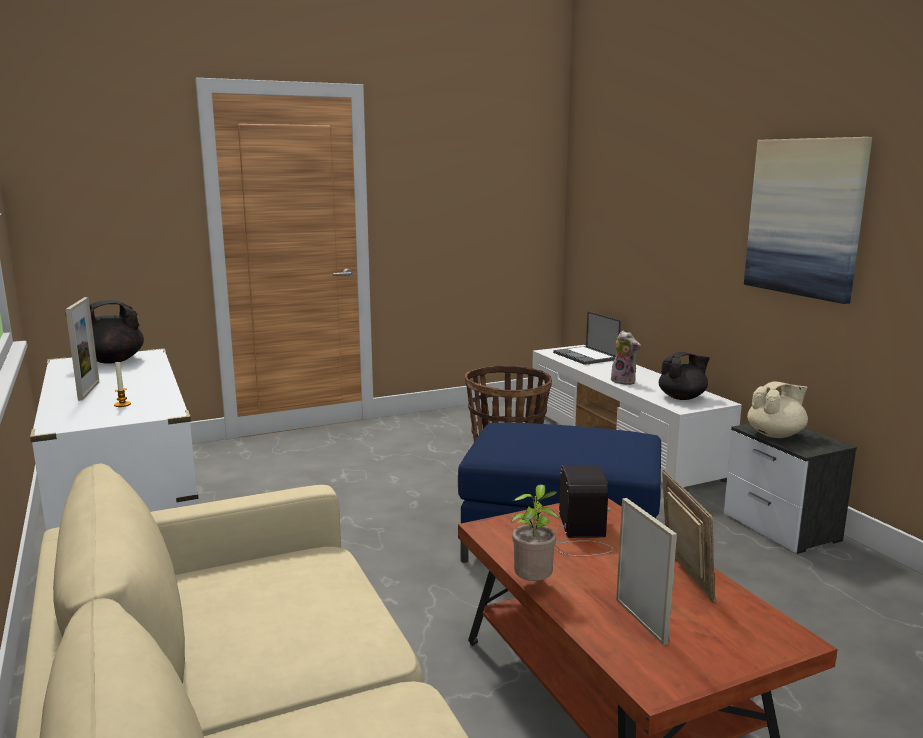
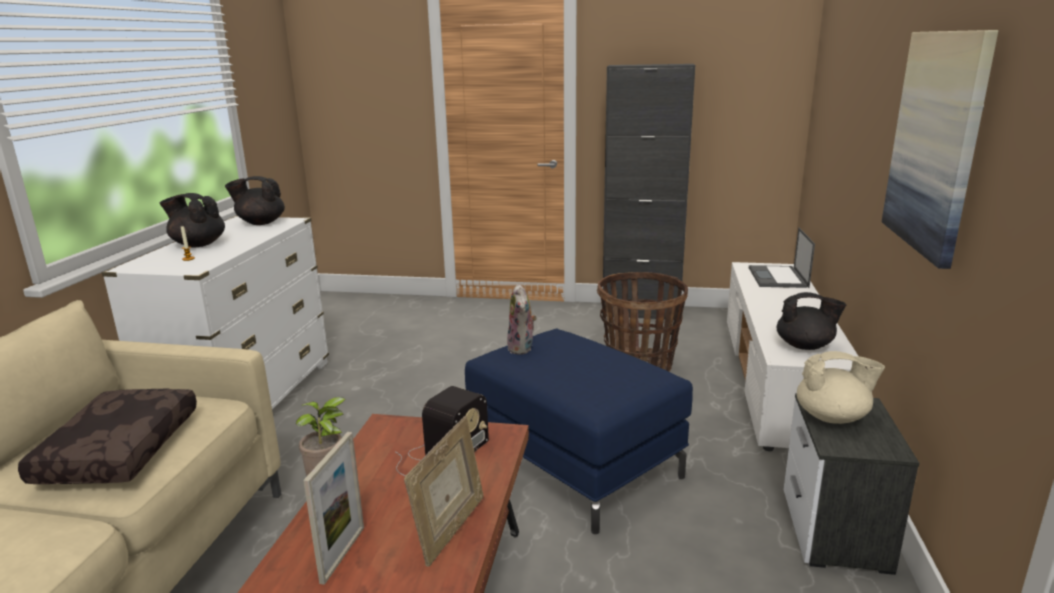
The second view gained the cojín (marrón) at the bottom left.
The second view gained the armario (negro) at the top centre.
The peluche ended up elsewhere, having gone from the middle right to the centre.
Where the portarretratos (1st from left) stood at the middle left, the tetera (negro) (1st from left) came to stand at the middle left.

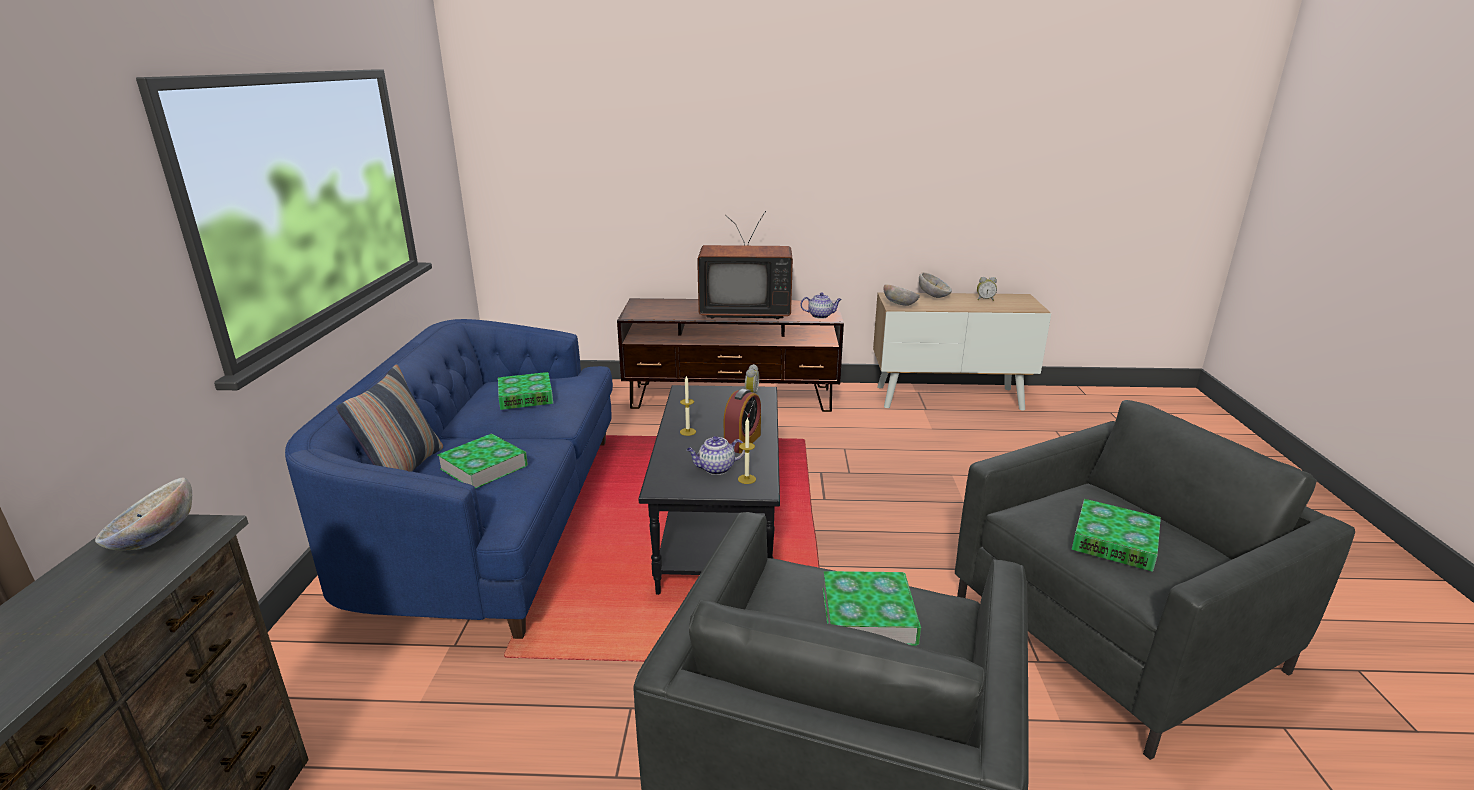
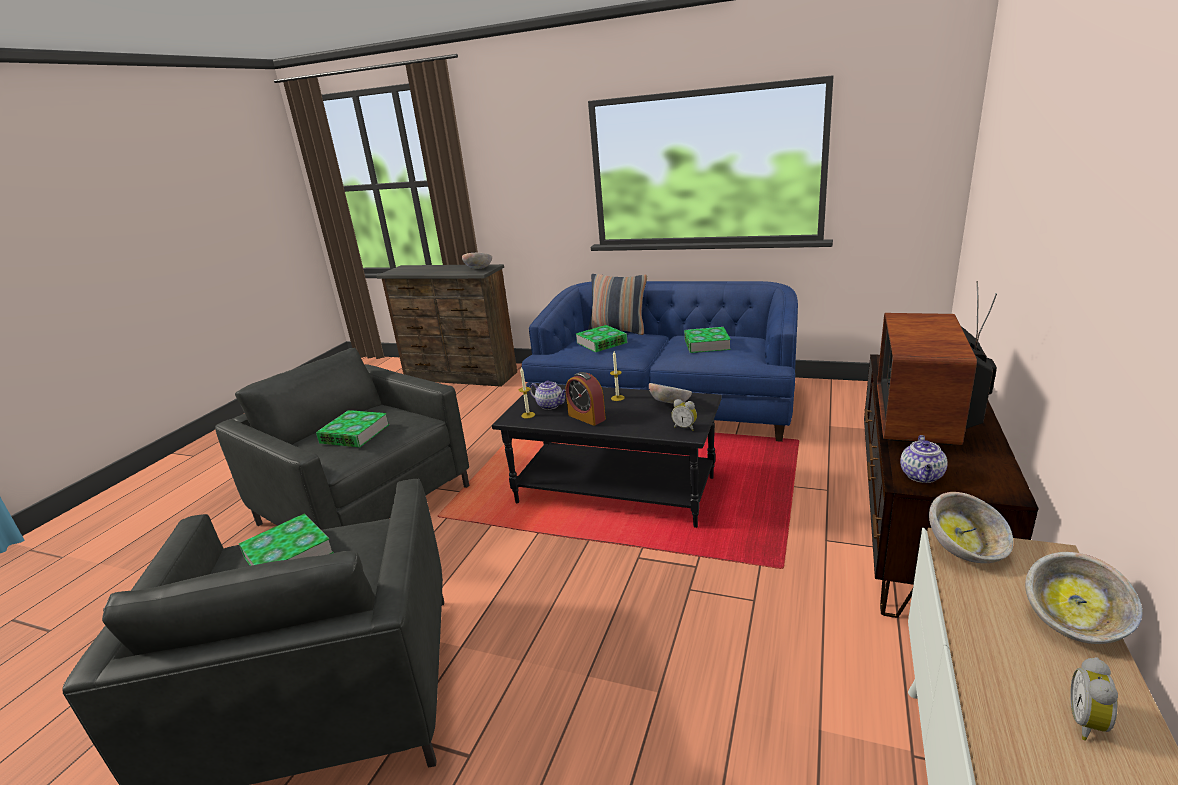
The second view gained the cuenco (2nd from left) at the centre.
The tetera (1st from left) at the centre ended up facing another way, 120 degrees clockwise from before.

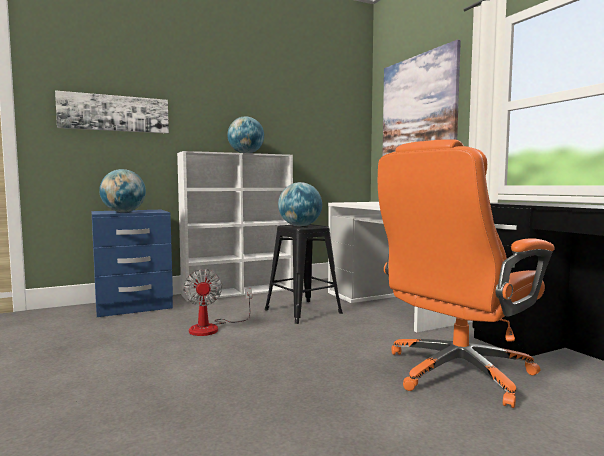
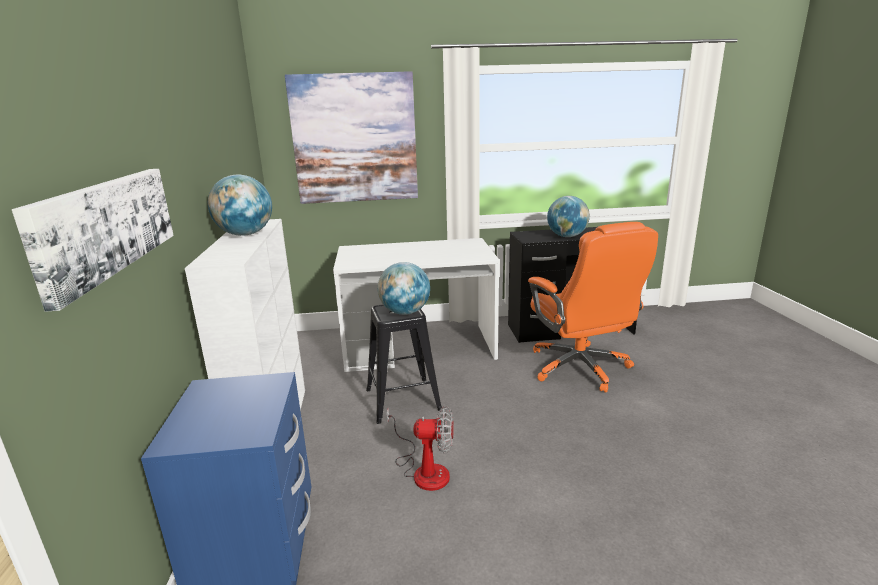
The globo terráqueo (1st from left in the first image) ended up elsewhere, having gone from the middle left to the centre.

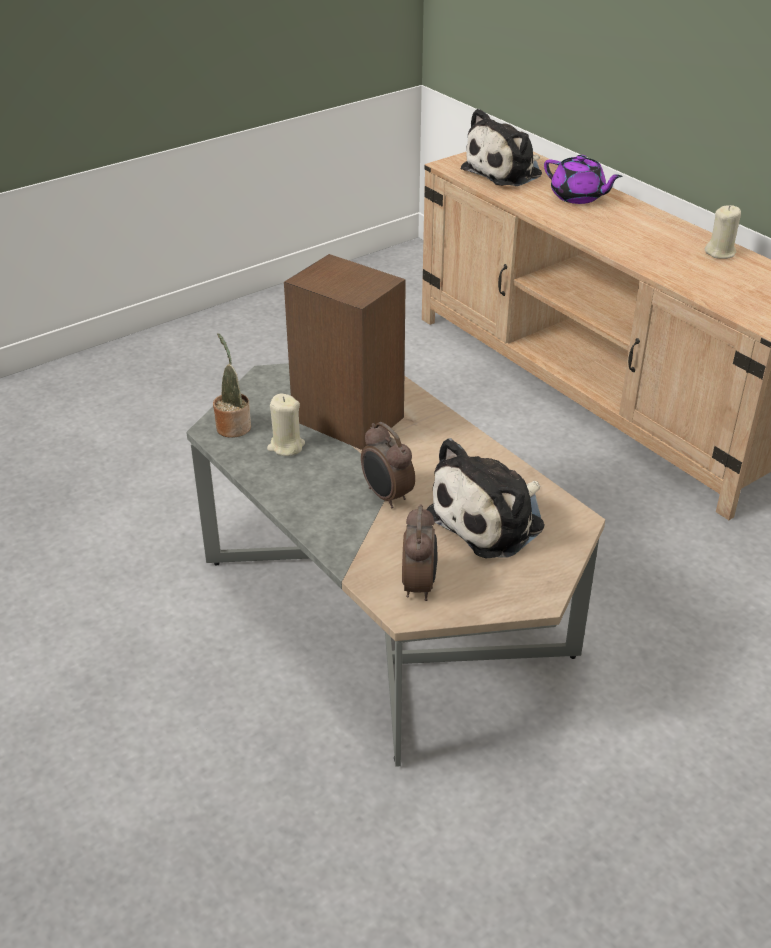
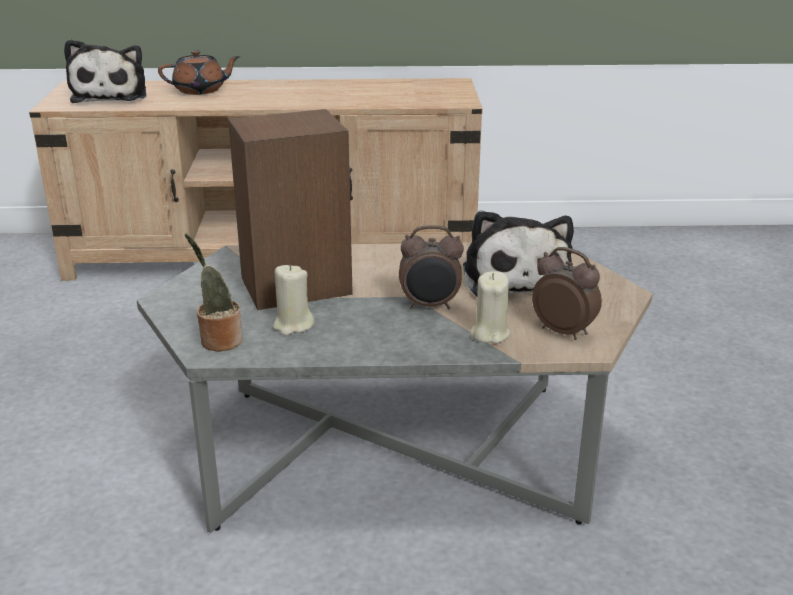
The vela (beis) (2nd from left) ended up elsewhere, having gone from the top right to the centre.
What was the tetera (morado) at the top right turned into the tetera (marrón) at the top left.

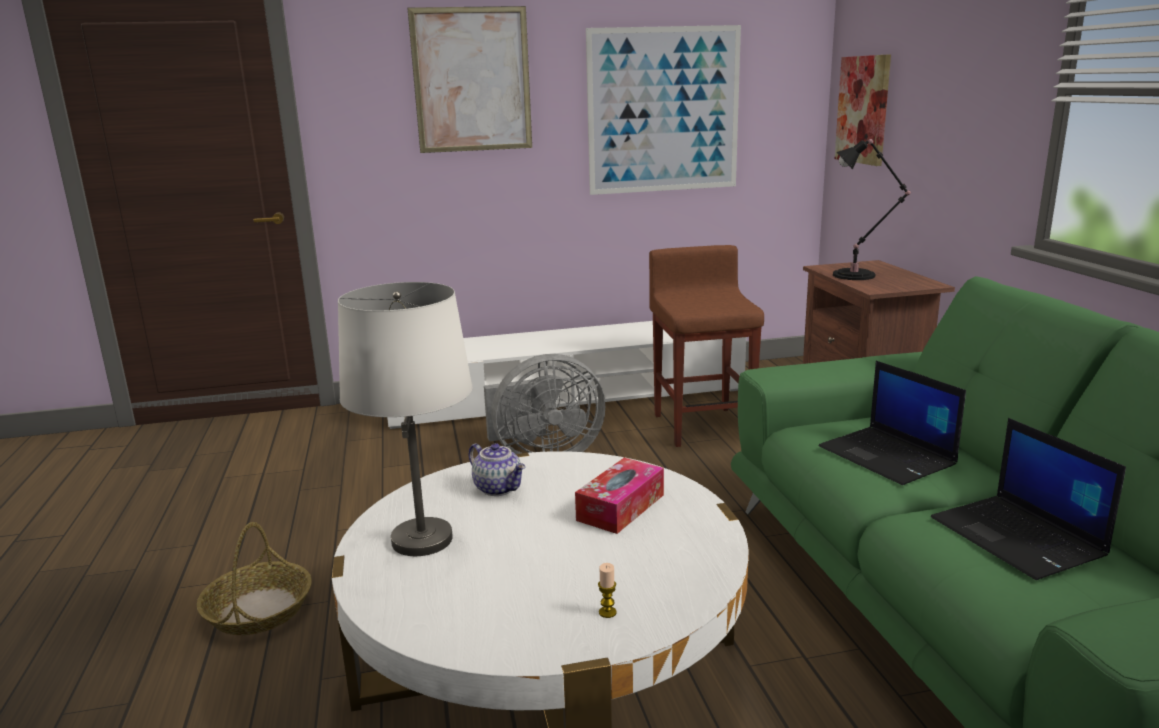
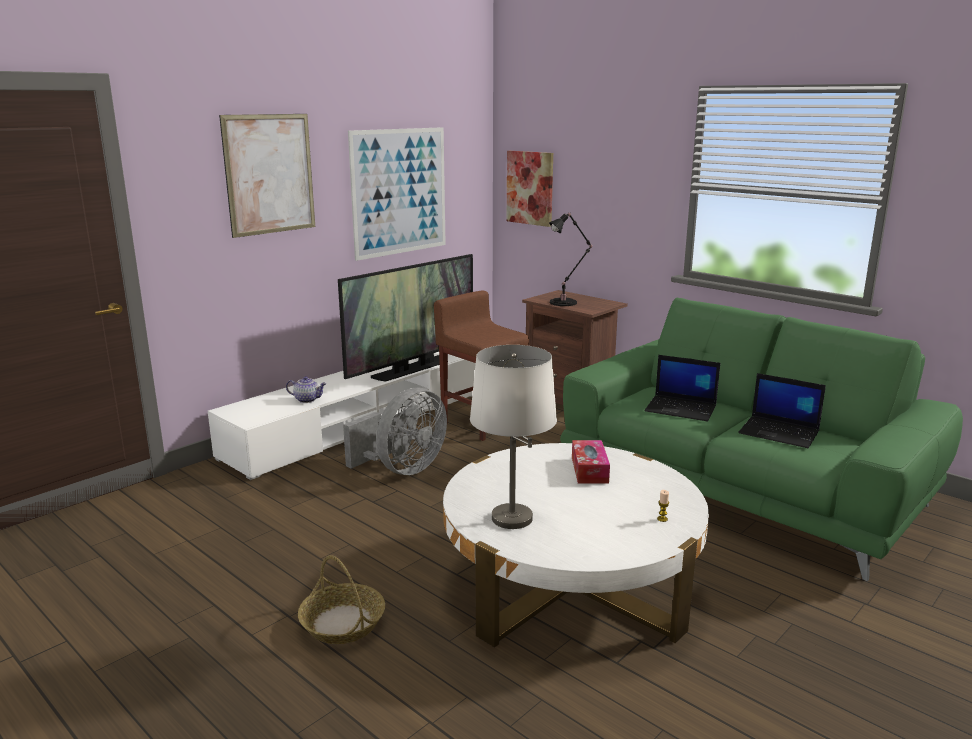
The second view gained the televisor at the centre.
The tetera ended up elsewhere, having gone from the centre to the middle left.

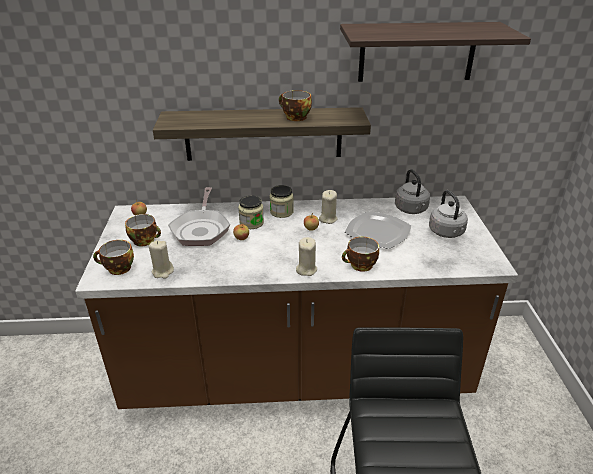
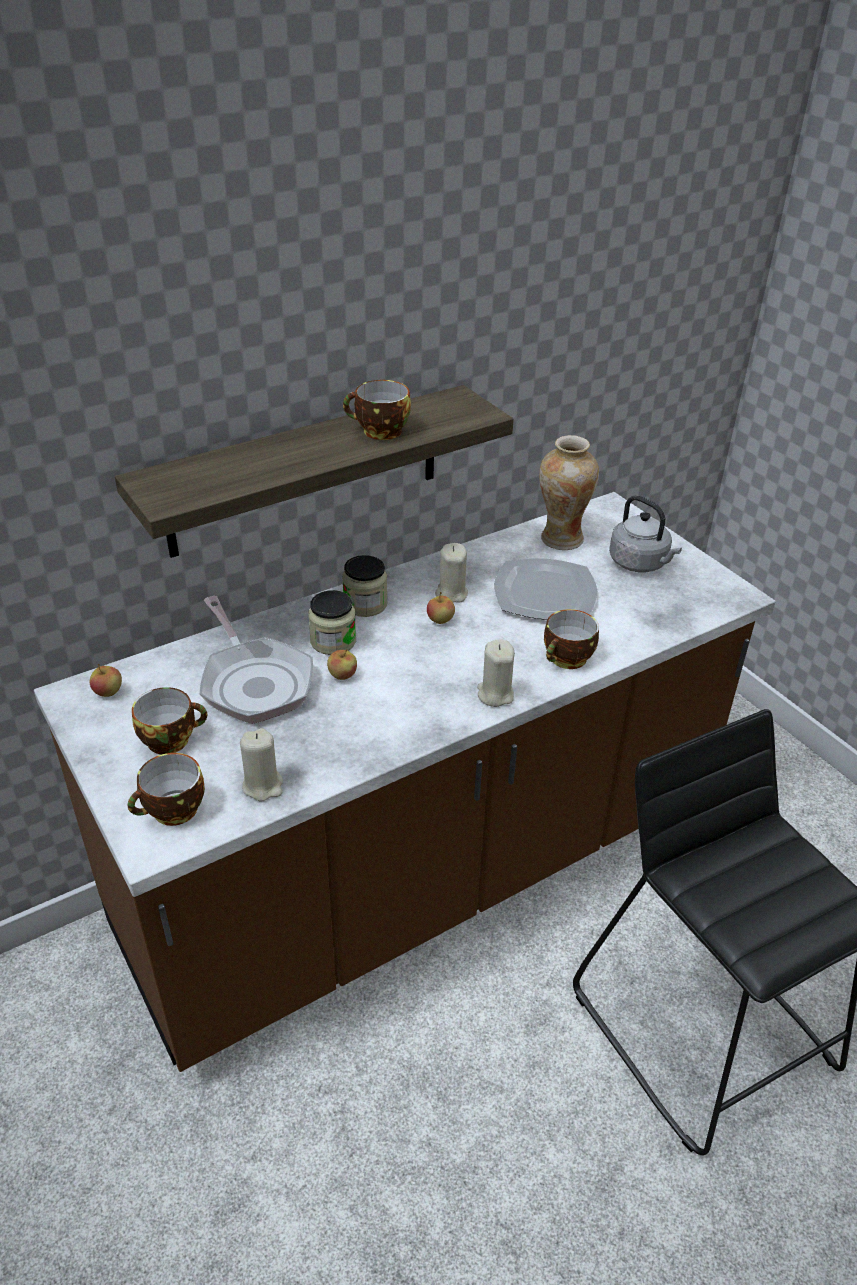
The second view lost the estante (2nd from left) at the top right.
Where the hervidor (gris) (1st from left) stood at the middle right, the florero came to stand at the centre.

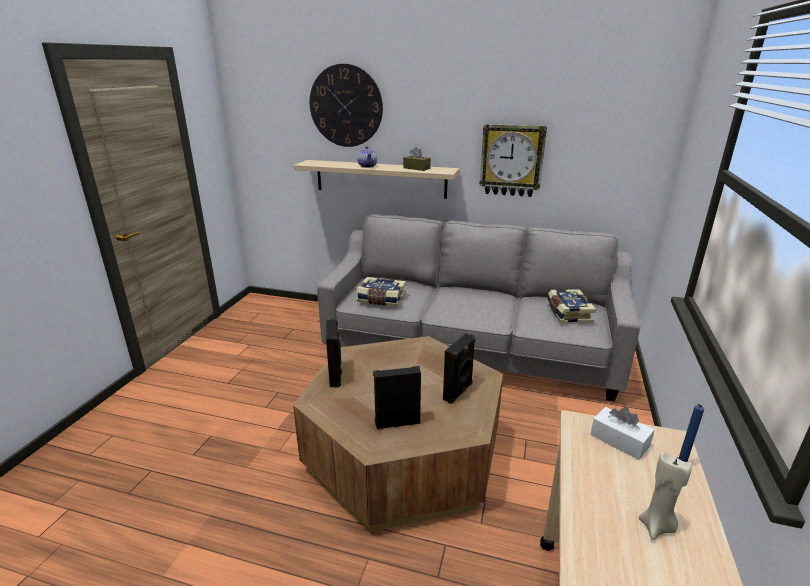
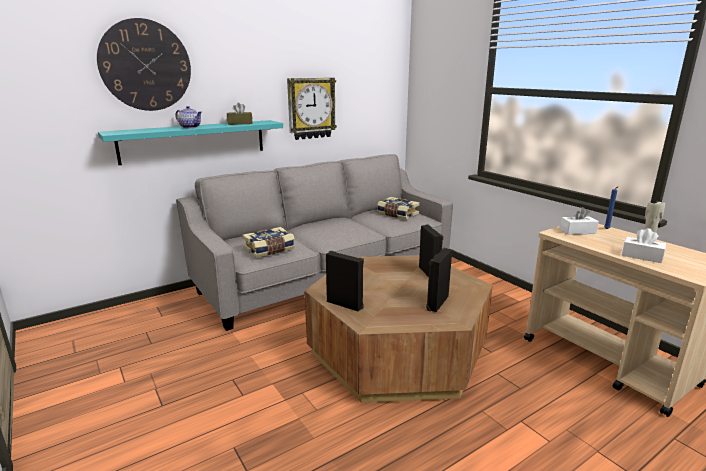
The second view gained the caja de pañuelos (blanco) (2nd from left) at the middle right.
What was the estante (beis) at the top centre turned into the estante (turquesa) at the top left.

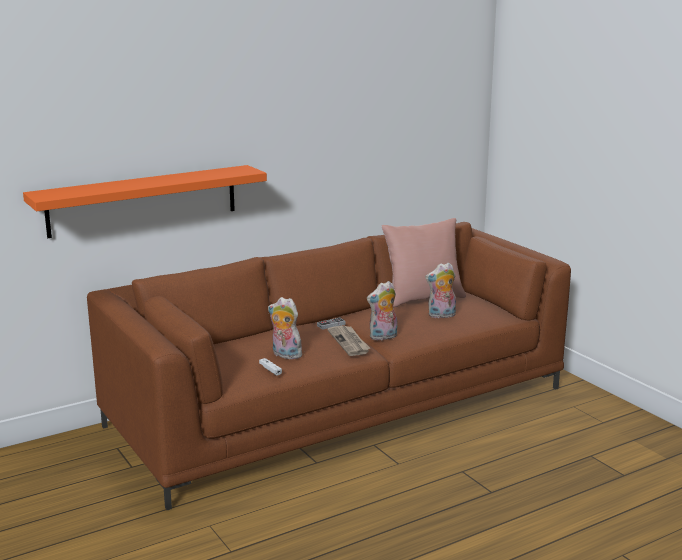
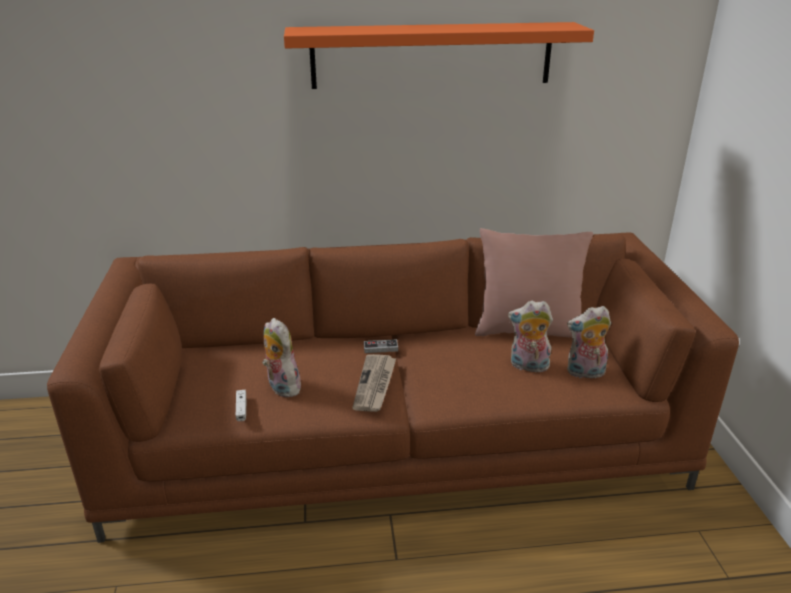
The estante (naranja) ended up elsewhere, having gone from the middle left to the top centre.
The peluche (2nd from left in the first image) ended up elsewhere, having gone from the centre to the middle right.

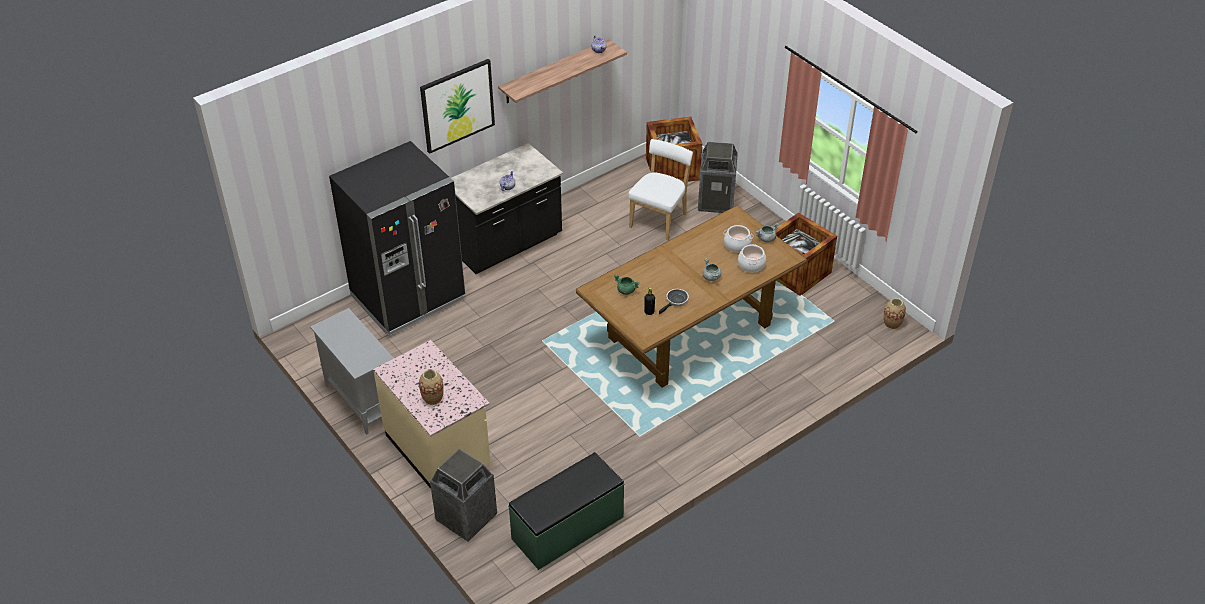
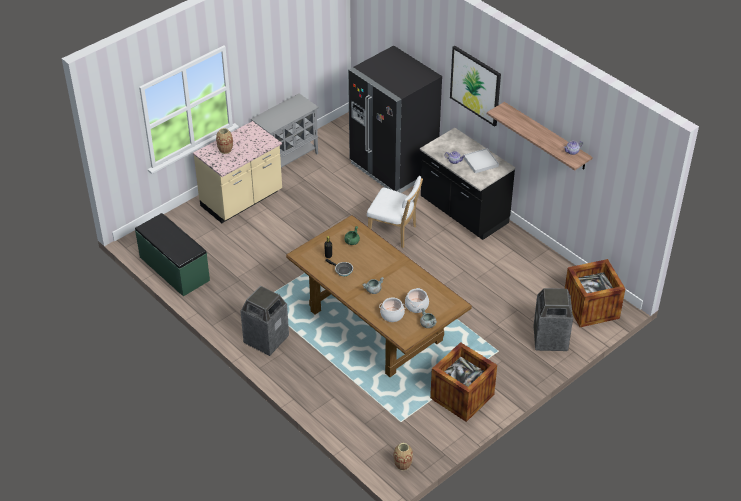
The second view gained the bandeja (blanco) at the top centre.
The papelera (1st from left) ended up elsewhere, having gone from the bottom centre to the centre.
The silla (blanco) ended up elsewhere, having gone from the top centre to the centre.

